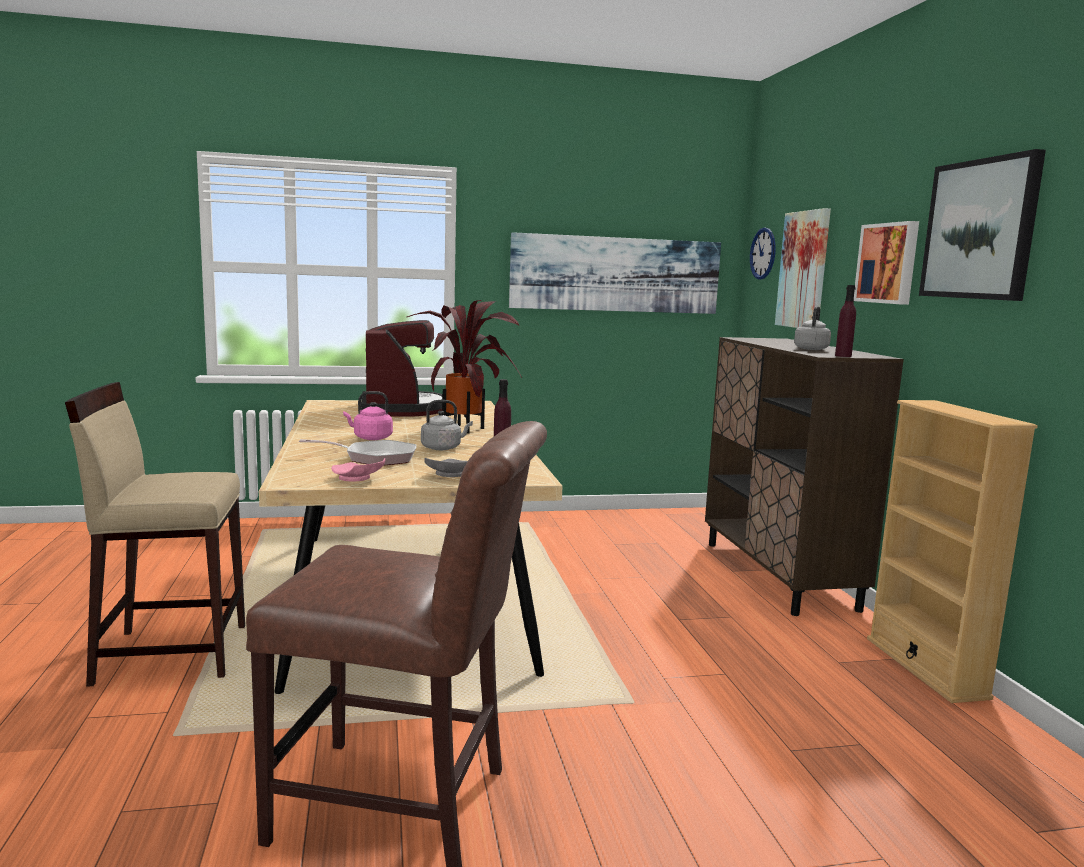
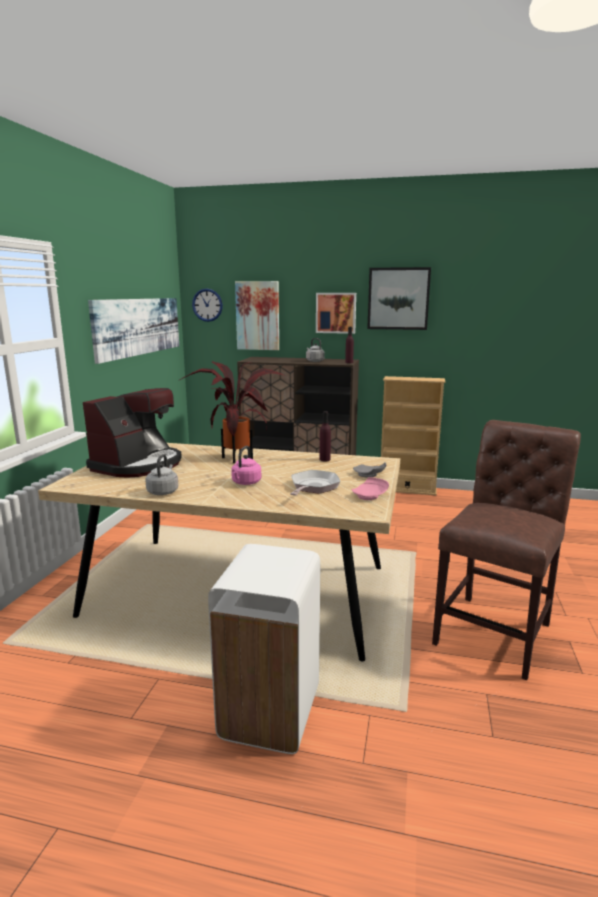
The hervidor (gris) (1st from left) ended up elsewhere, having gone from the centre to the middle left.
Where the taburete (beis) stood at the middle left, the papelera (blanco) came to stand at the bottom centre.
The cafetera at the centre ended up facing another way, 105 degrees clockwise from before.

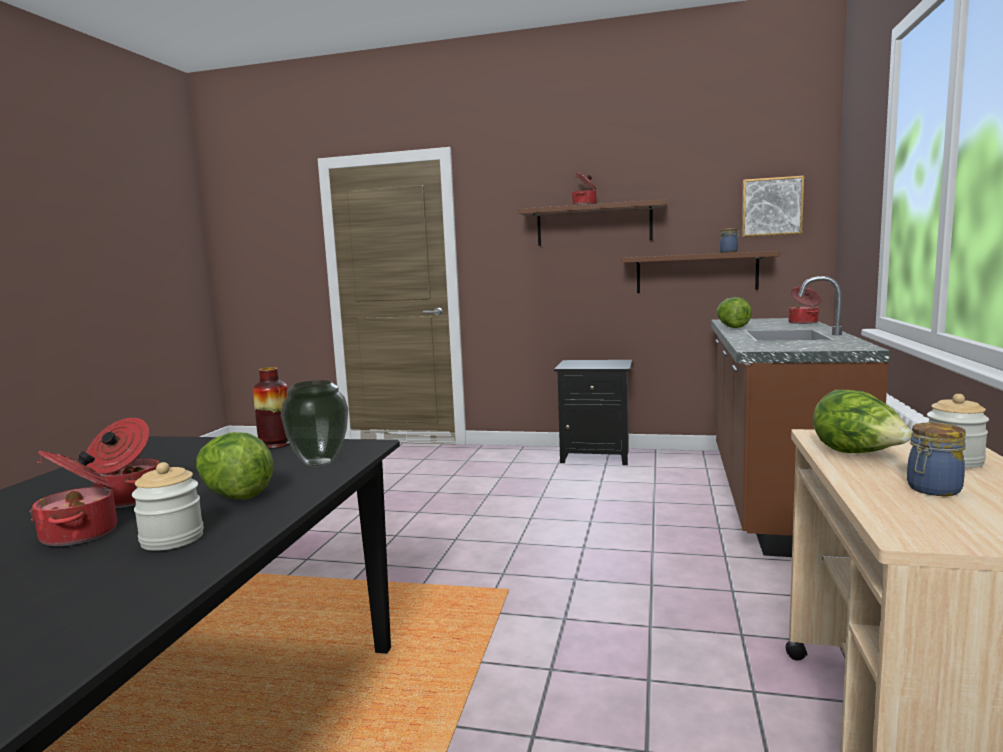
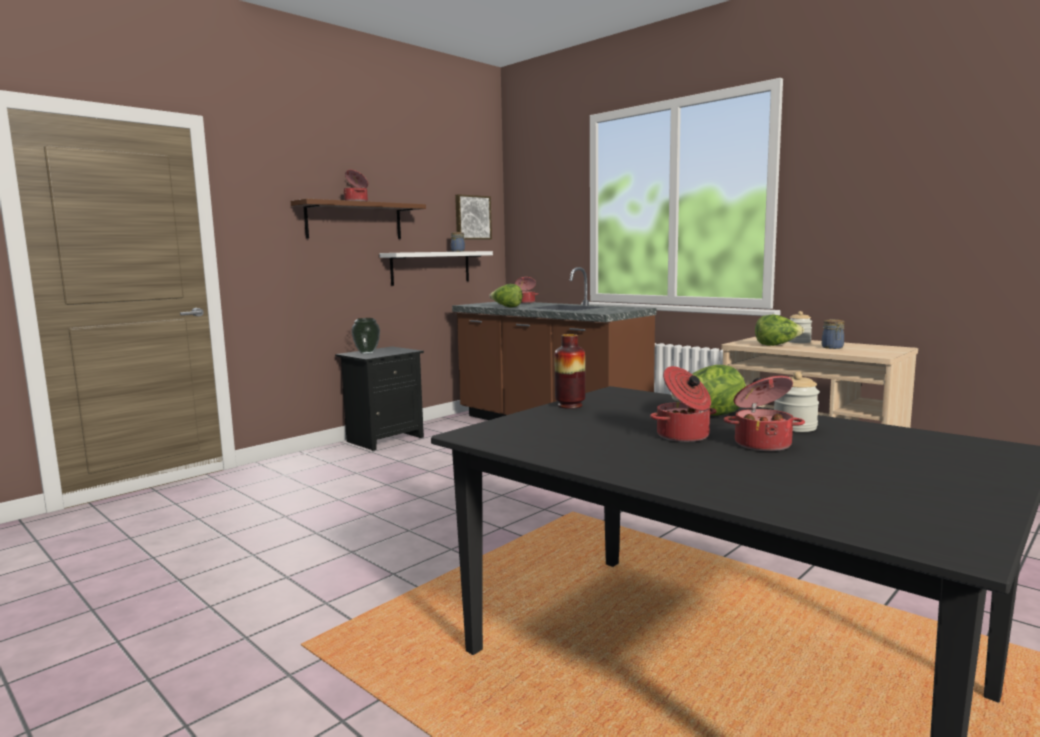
The florero (2nd from left in the first image) ended up elsewhere, having gone from the middle left to the centre.
What was the estante (marrón) (2nd from left) at the middle right turned into the estante (blanco) at the centre.

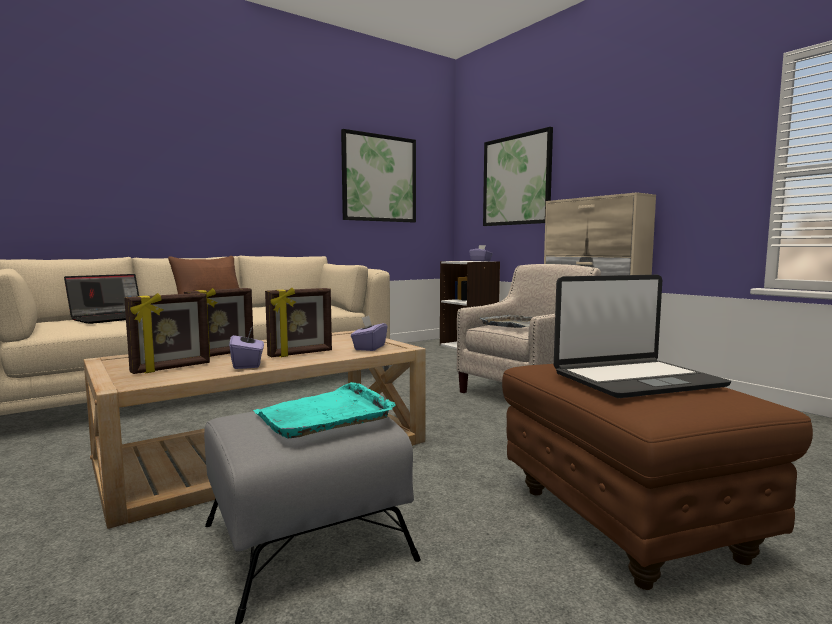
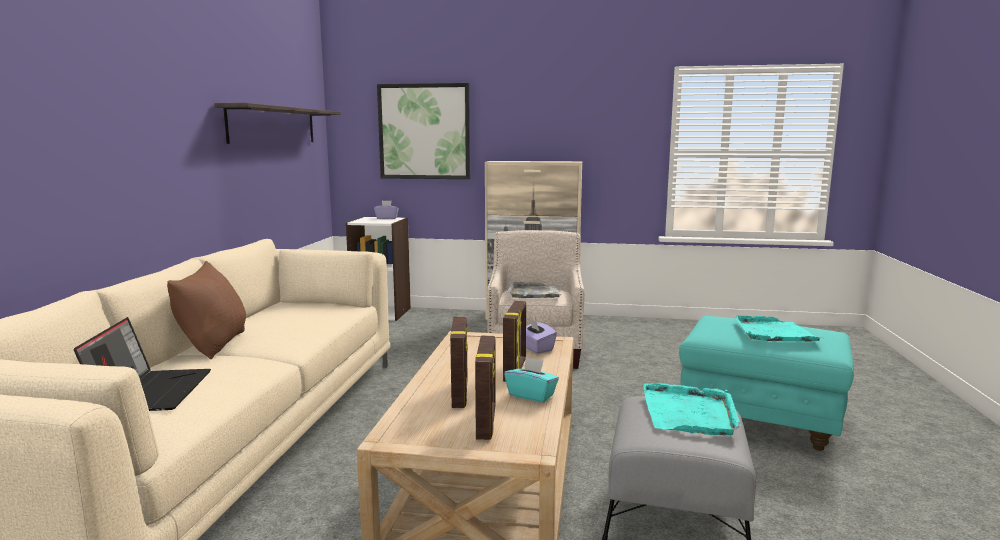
Where the cuadro (1st from left) hung at the top centre, the estante came to hang at the top left.
Where the portátil (2nd from left) stood at the middle right, the bandeja (turquesa) (2nd from left) came to stand at the middle right.
What was the caja de pañuelos (morado) (1st from left) at the middle left turned into the caja de pañuelos (turquesa) at the bottom centre.
What was the puf (marrón) at the bottom right turned into the puf (turquesa) at the bottom right.

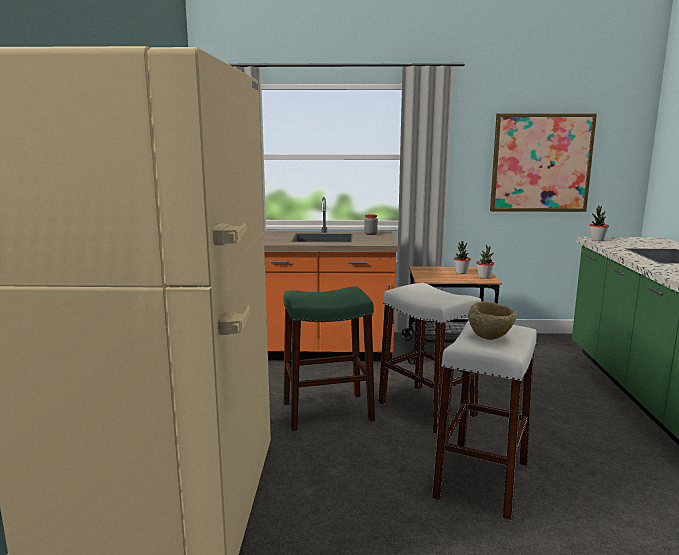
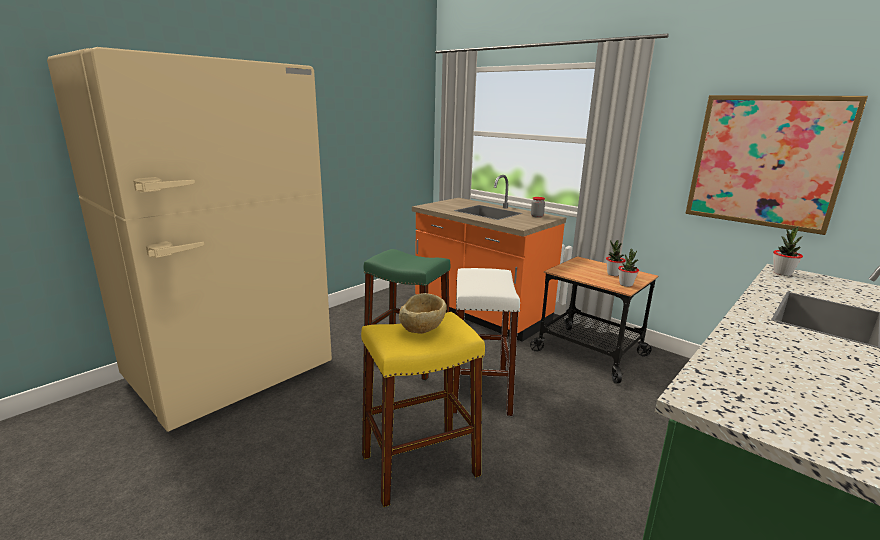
What was the taburete (blanco) (2nd from left) at the bottom right turned into the taburete (amarillo) at the bottom centre.

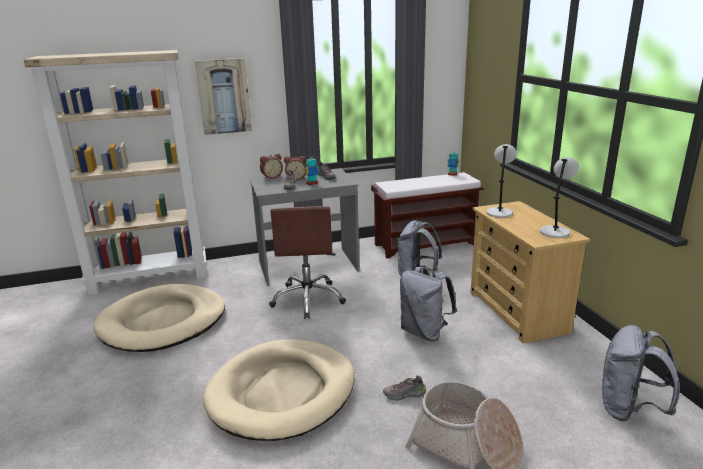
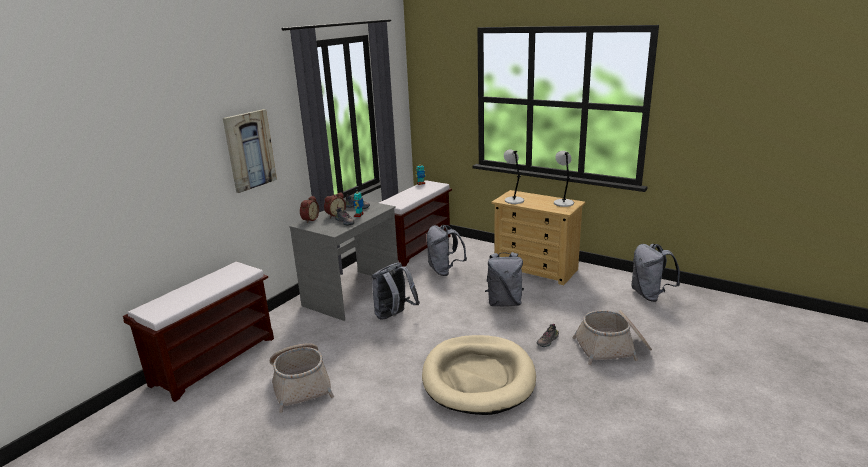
Where the estantería (beis) stood at the middle left, the banco (marrón) (1st from left) came to stand at the bottom left.
Where the cama para perro (beis) (1st from left) stood at the bottom left, the cesta (1st from left) came to stand at the bottom centre.
Where the silla de oficina (marrón) stood at the centre, the mochila (gris) (1st from left) came to stand at the centre.

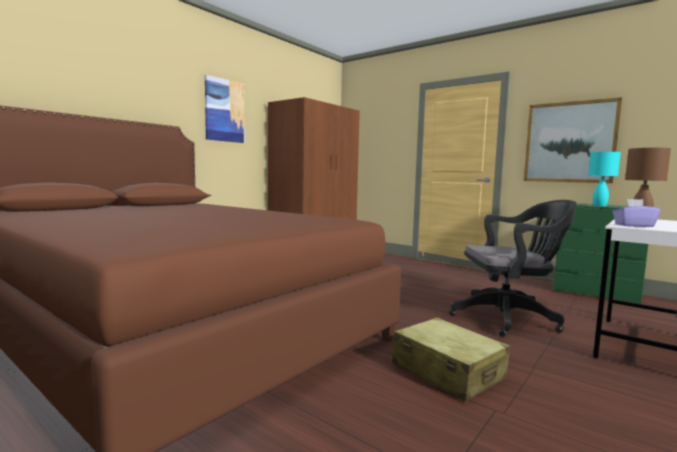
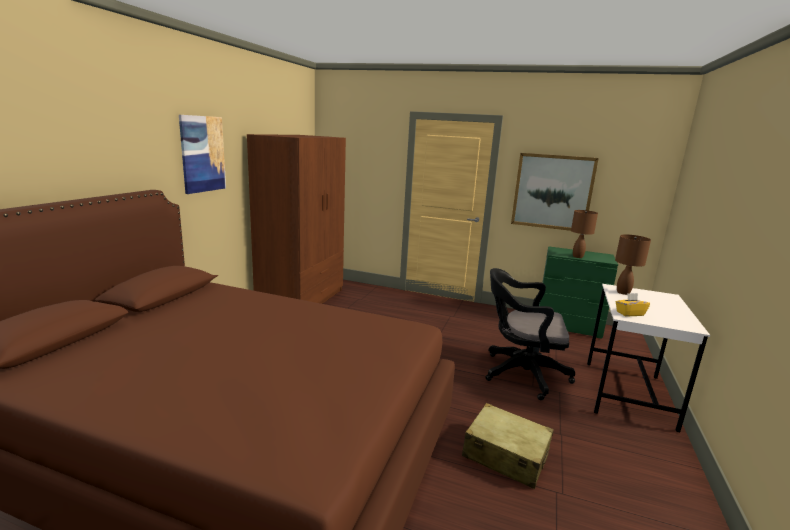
What was the lámpara de mesa (turquesa) at the middle right turned into the lámpara de mesa (marrón) (1st from left) at the middle right.
What was the caja de pañuelos (morado) at the middle right turned into the caja de pañuelos (amarillo) at the middle right.
The silla de oficina (negro) at the middle right ended up facing another way, 150 degrees counterclockwise from before.

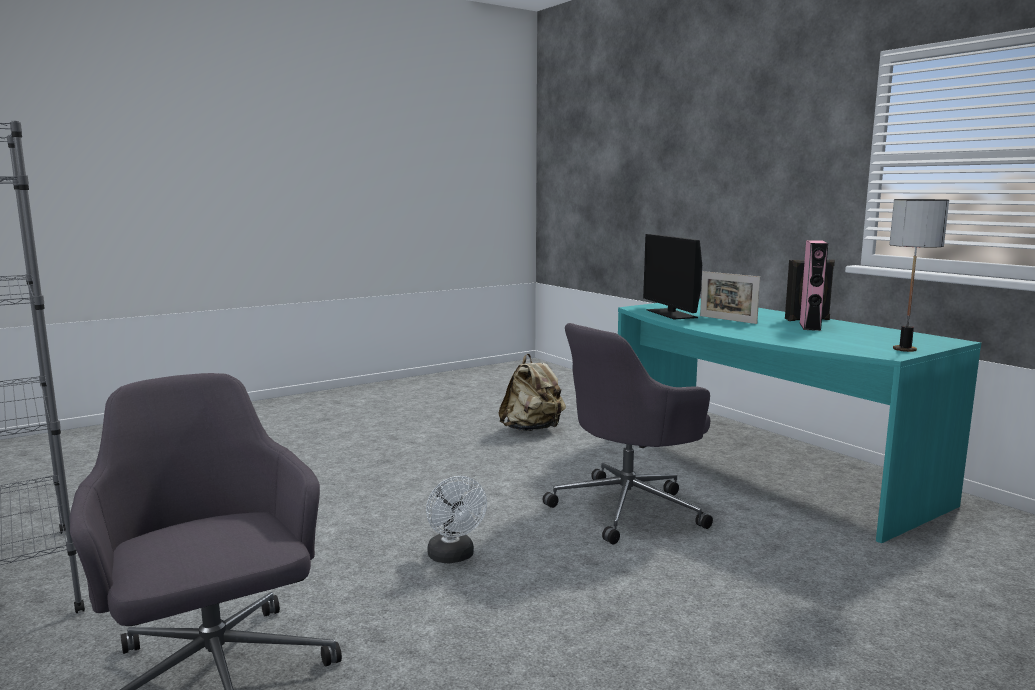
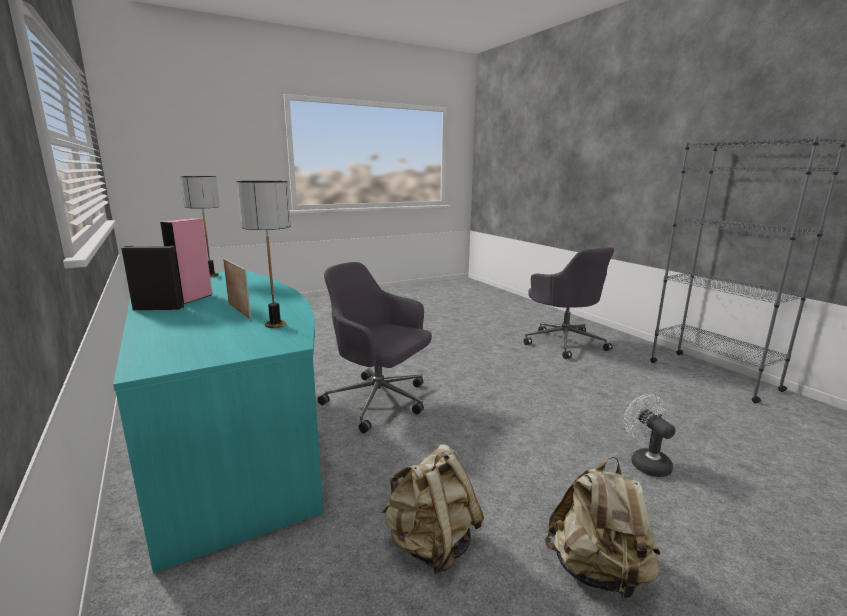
The second view gained the mochila (beis) (2nd from left) at the bottom right.
The ventilador (blanco) ended up elsewhere, having gone from the bottom centre to the bottom right.
Where the monitor stood at the centre, the lámpara de mesa (2nd from left) came to stand at the middle left.
The silla de oficina (gris) (2nd from left in the first image) at the centre ended up facing another way, 120 degrees counterclockwise from before.

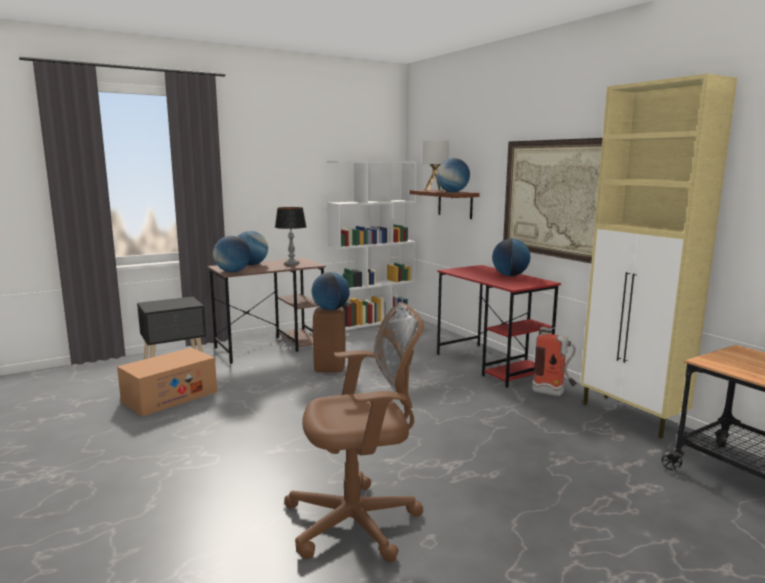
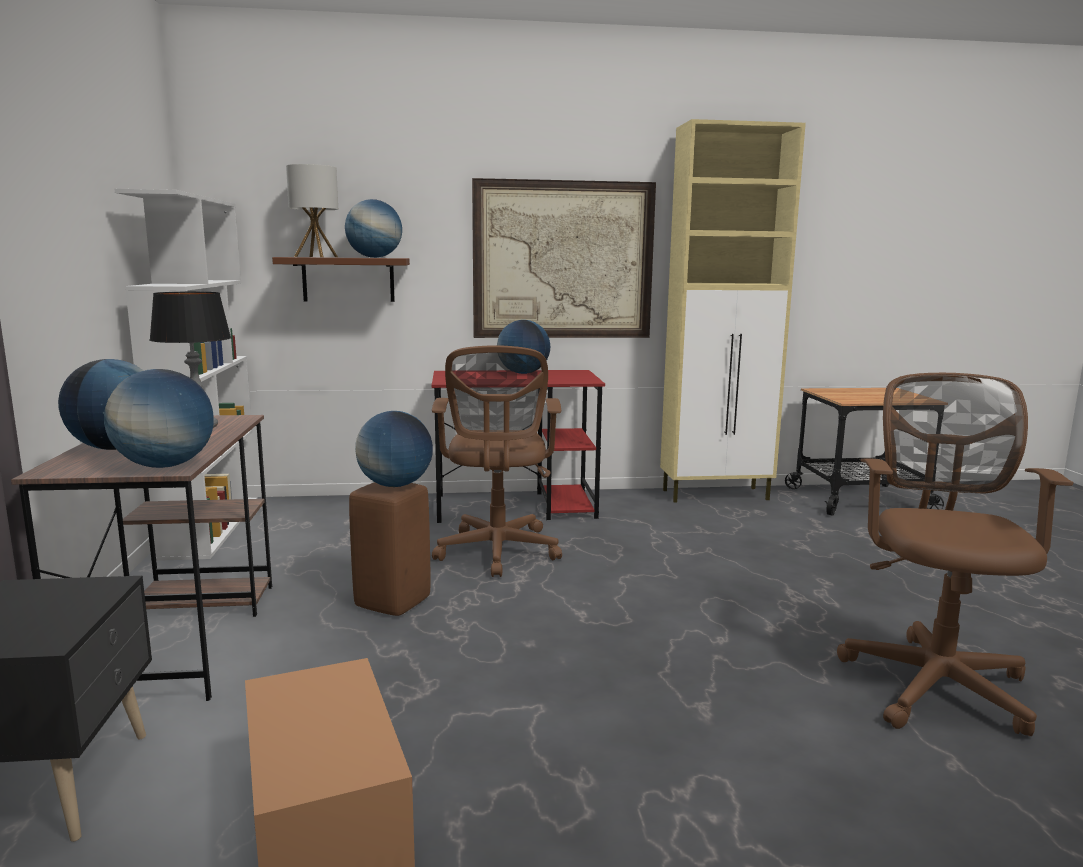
The second view lost the extintor at the middle right.
The second view gained the silla de oficina (marrón) (1st from left) at the centre.

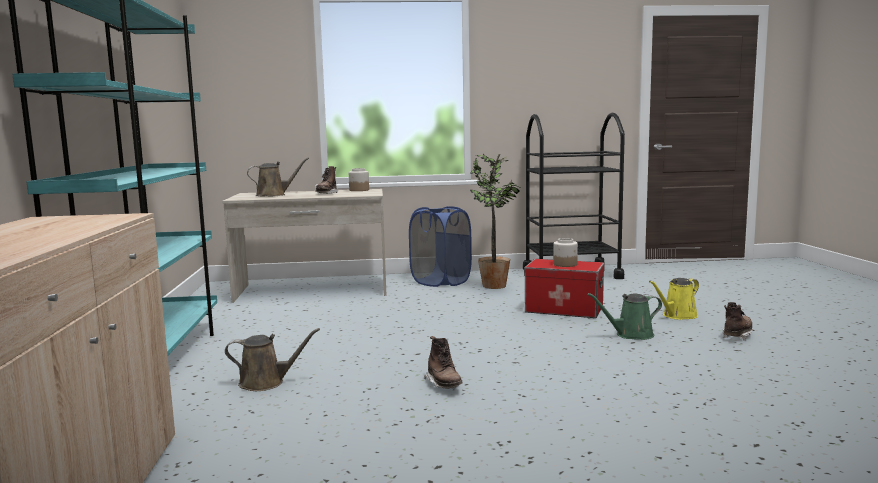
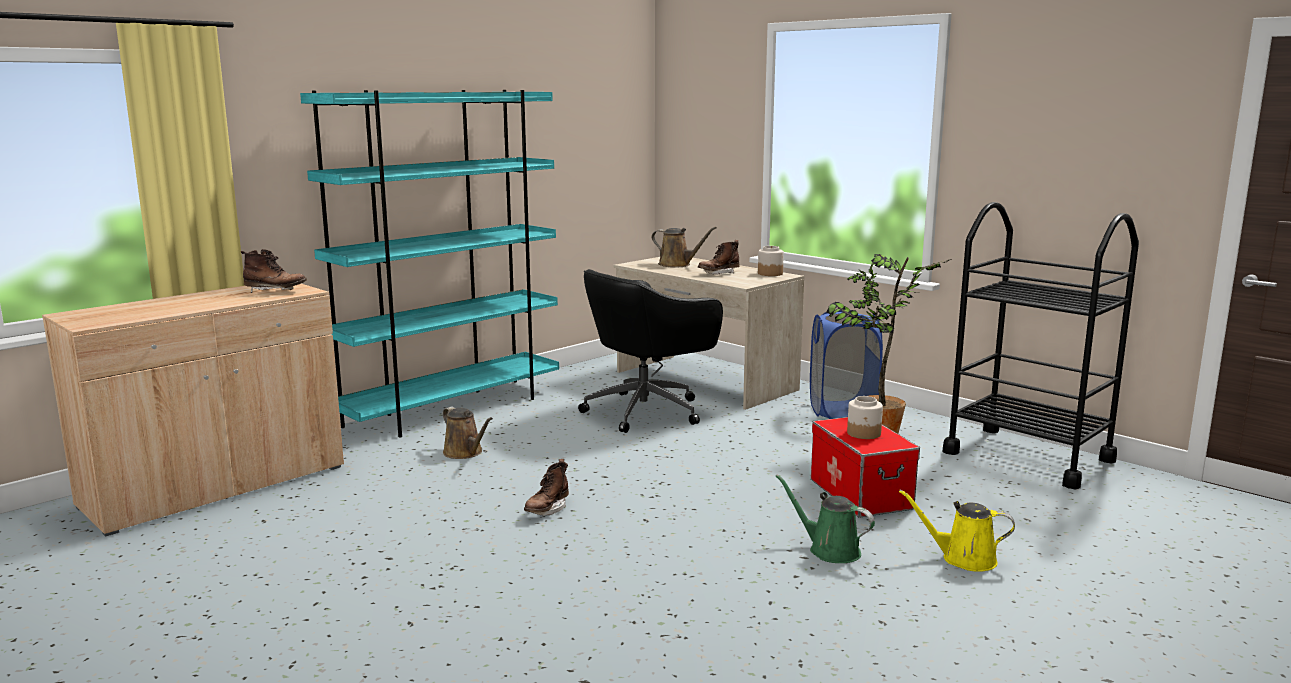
The second view gained the silla de oficina (negro) at the centre.
The bota (marrón) (3rd from left in the first image) ended up elsewhere, having gone from the middle right to the middle left.

